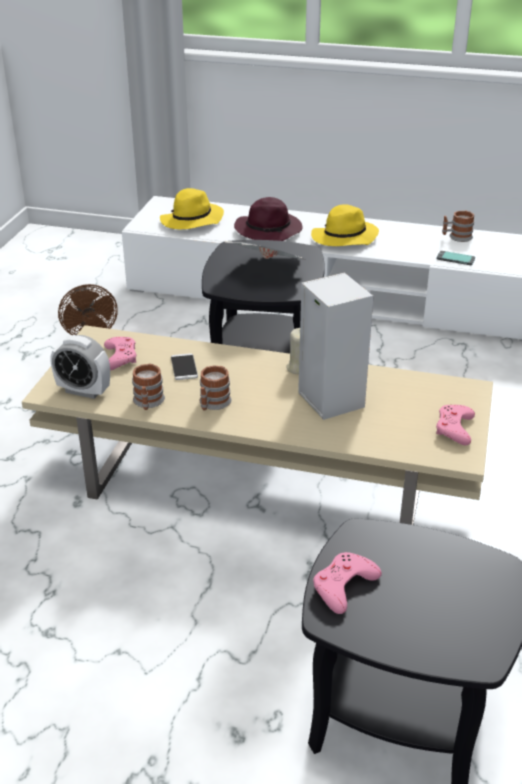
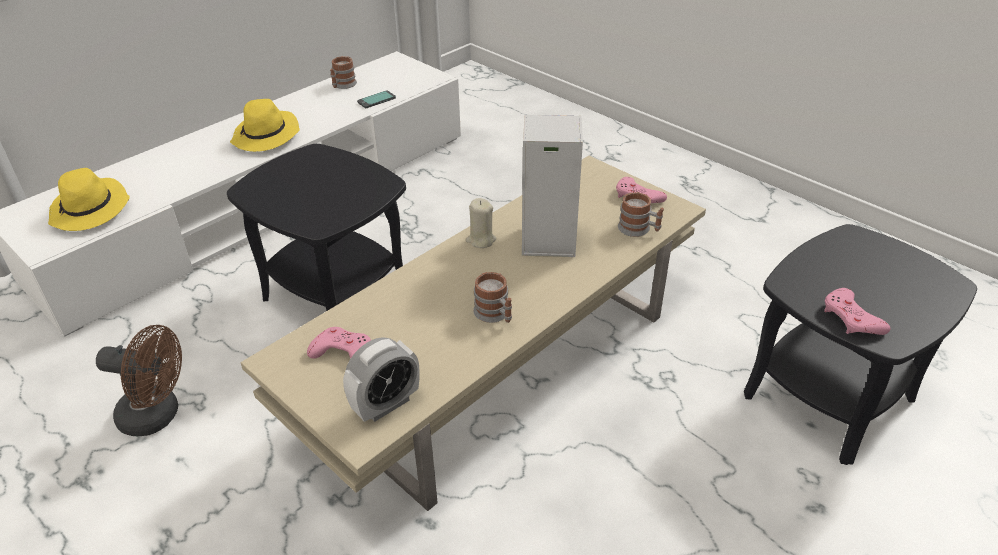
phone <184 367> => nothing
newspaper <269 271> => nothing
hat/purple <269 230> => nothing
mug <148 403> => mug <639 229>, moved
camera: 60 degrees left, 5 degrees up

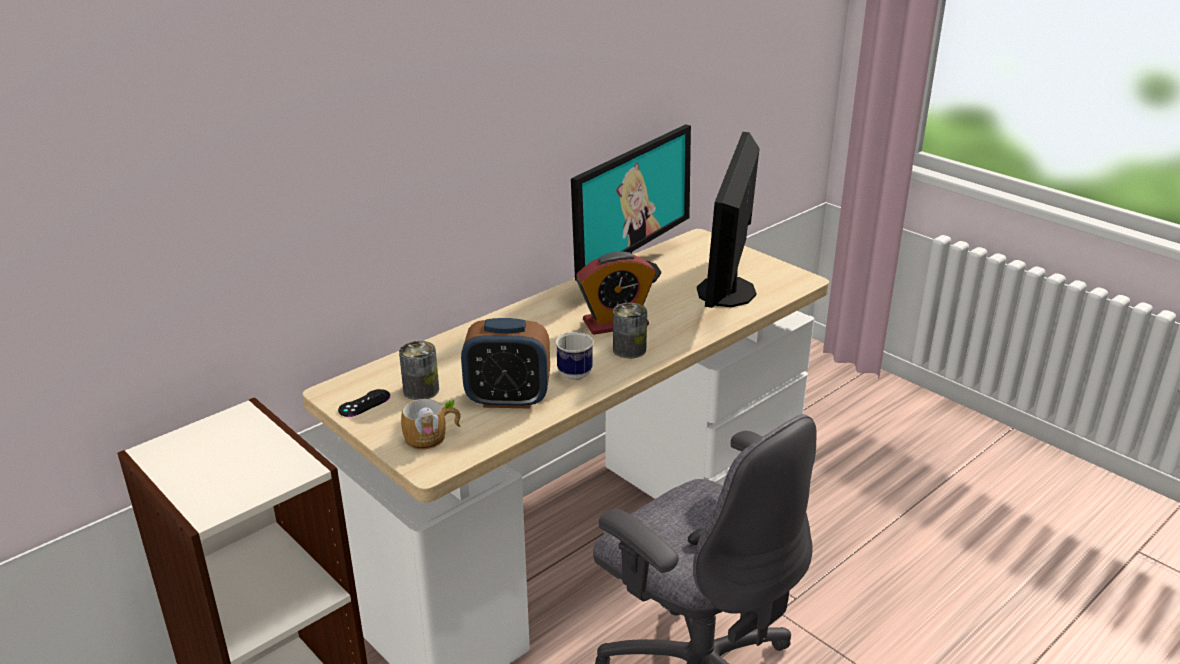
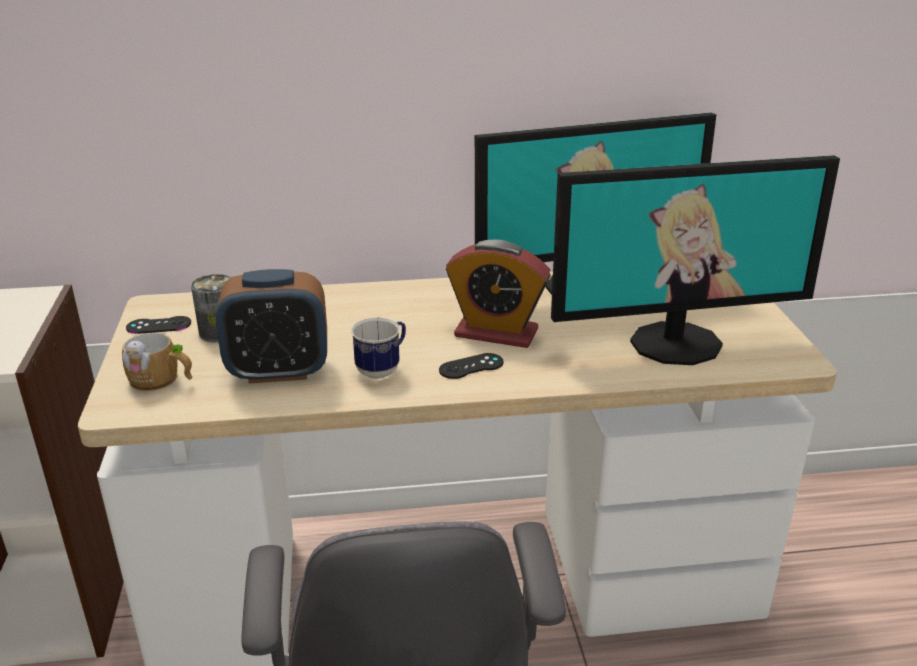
can <629 349> => game controller/black <471 366>
alarm clock <508 399> => alarm clock <278 371>, 45 degrees counterclockwise
monitor <727 292> => monitor <675 342>, 150 degrees counterclockwise
camera: 35 degrees right, 0 degrees up

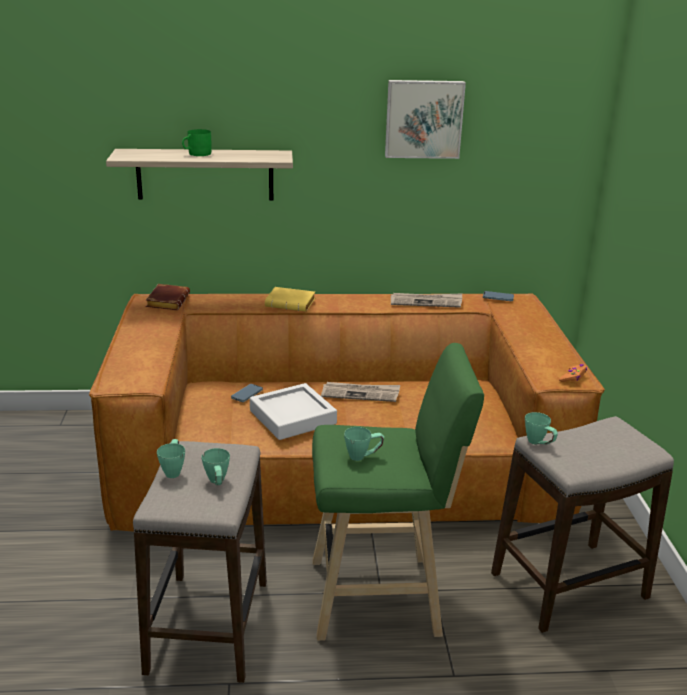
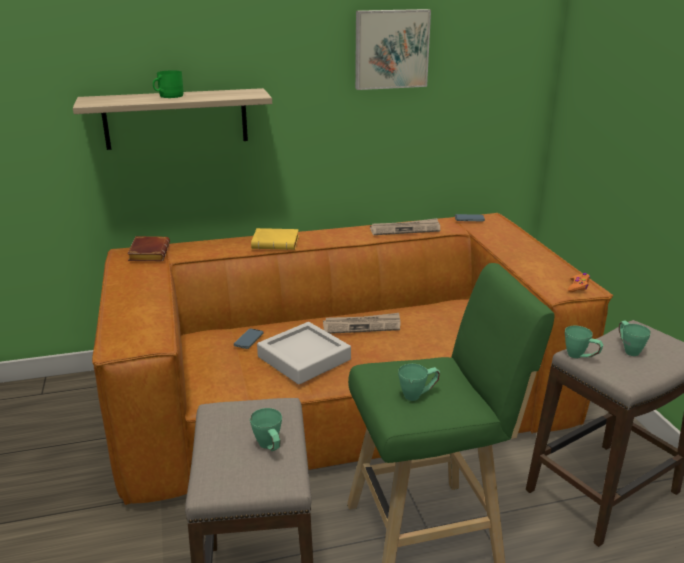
mug/green <173 470> => mug/green <628 349>, moved
camera: 10 degrees left, 0 degrees up

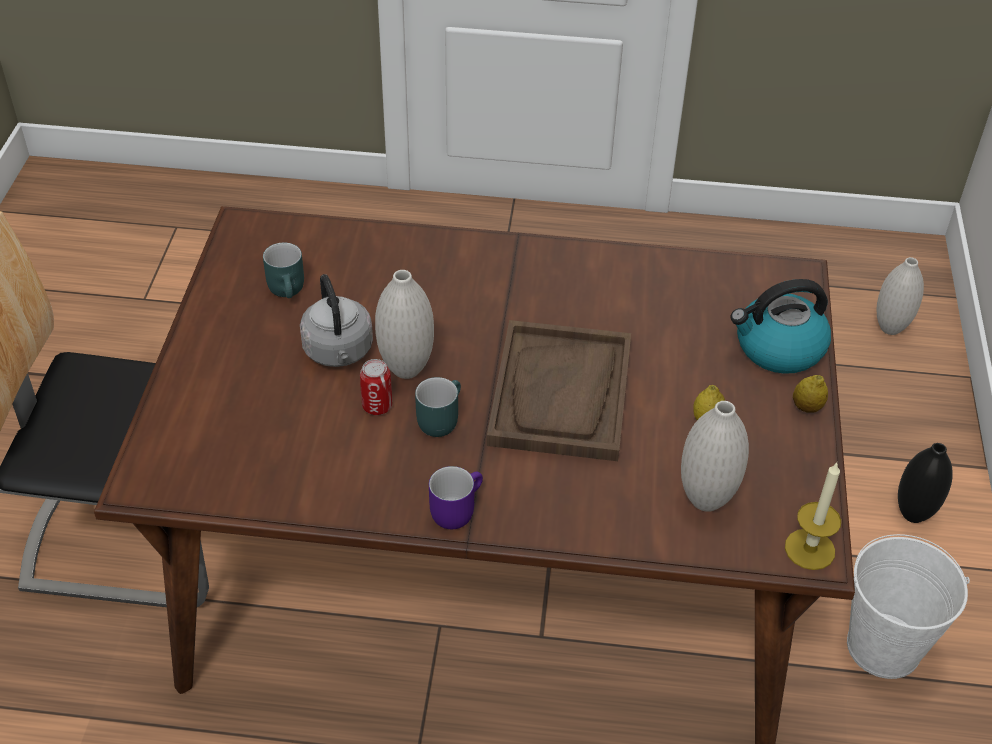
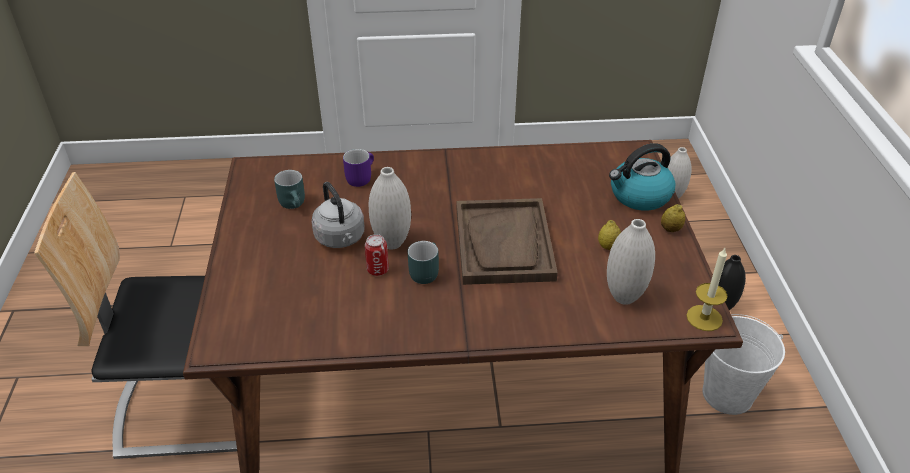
mug/purple <455 508> => mug/purple <359 177>, moved
camera: 10 degrees left, 5 degrees down

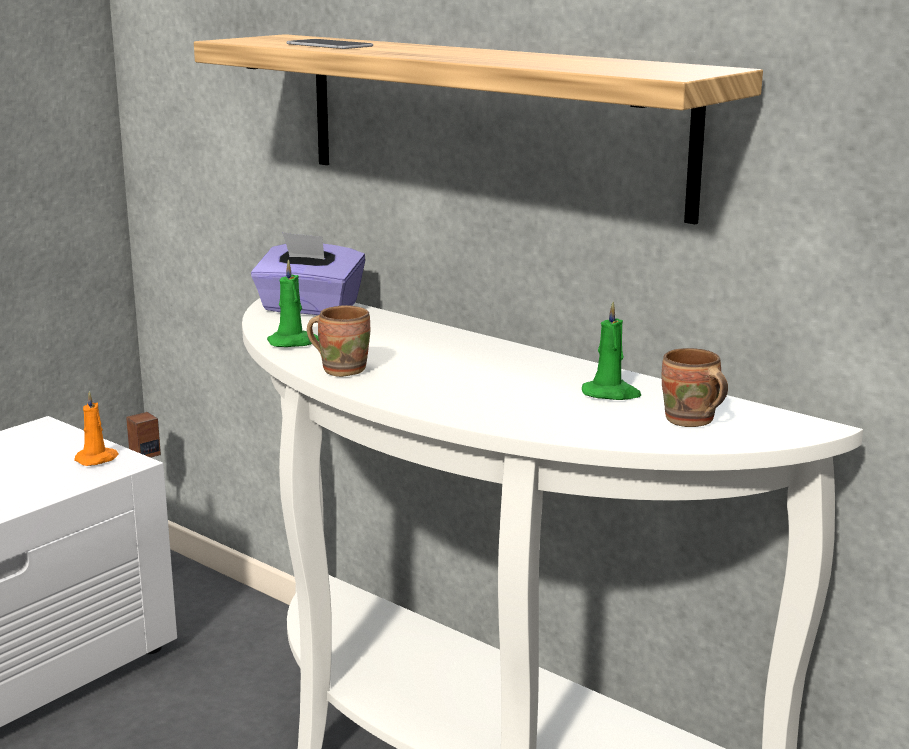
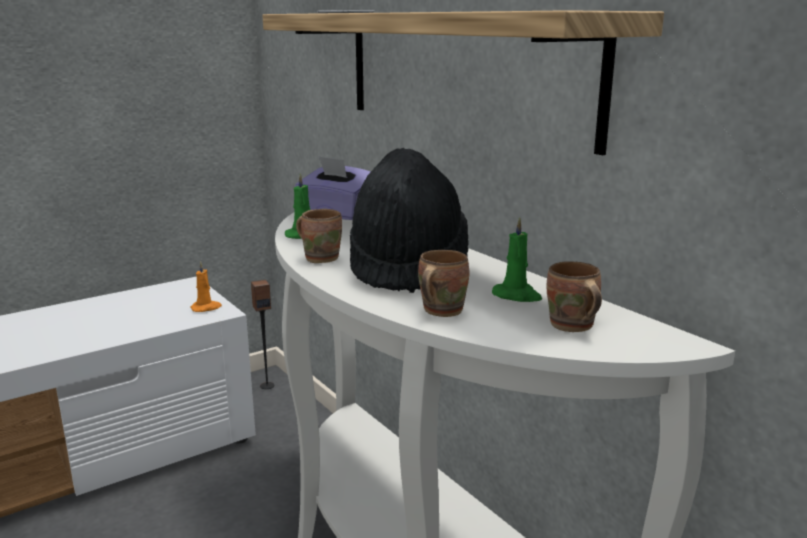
nothing => hat/black <408 267>
nothing => mug/brown <439 311>
camera: 15 degrees right, 0 degrees up

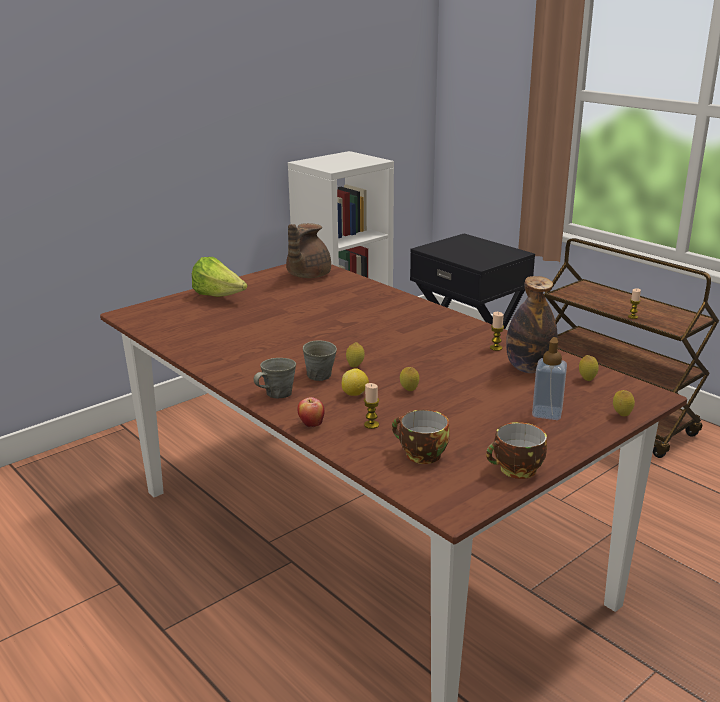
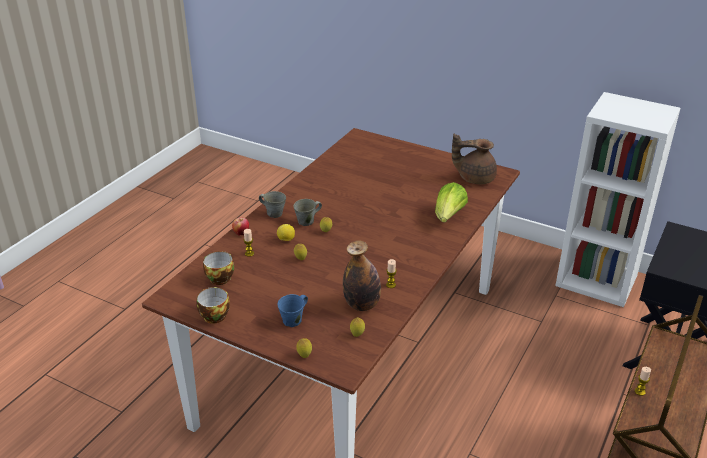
lettuce <219 296> => lettuce <448 216>, moved
soap dispenser <547 413> => mug/blue <293 320>
camera: 70 degrees right, 10 degrees up

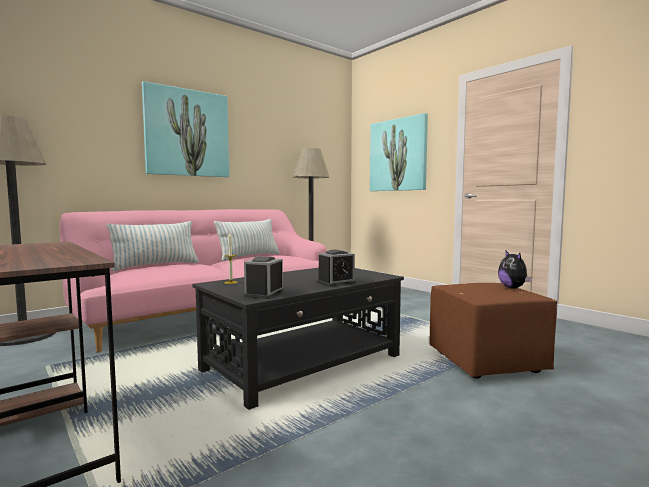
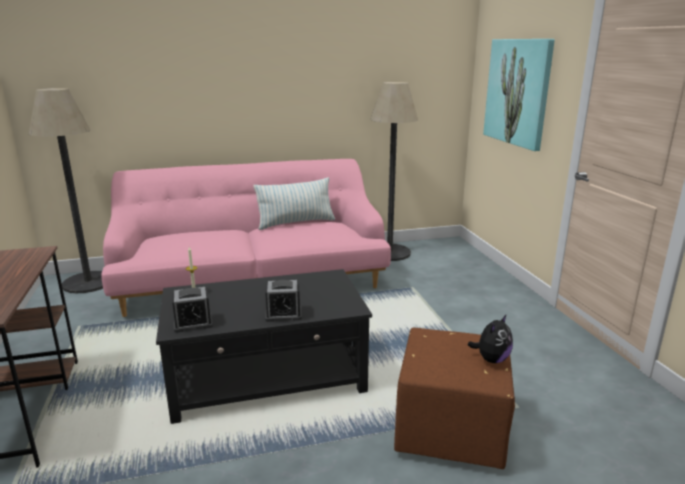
pillow <156 266> => nothing
picture <187 133> => nothing
alarm clock <264 293> => alarm clock <193 323>, 150 degrees counterclockwise
plush toy <513 288> => plush toy <491 359>, 150 degrees counterclockwise
camera: 25 degrees right, 15 degrees up

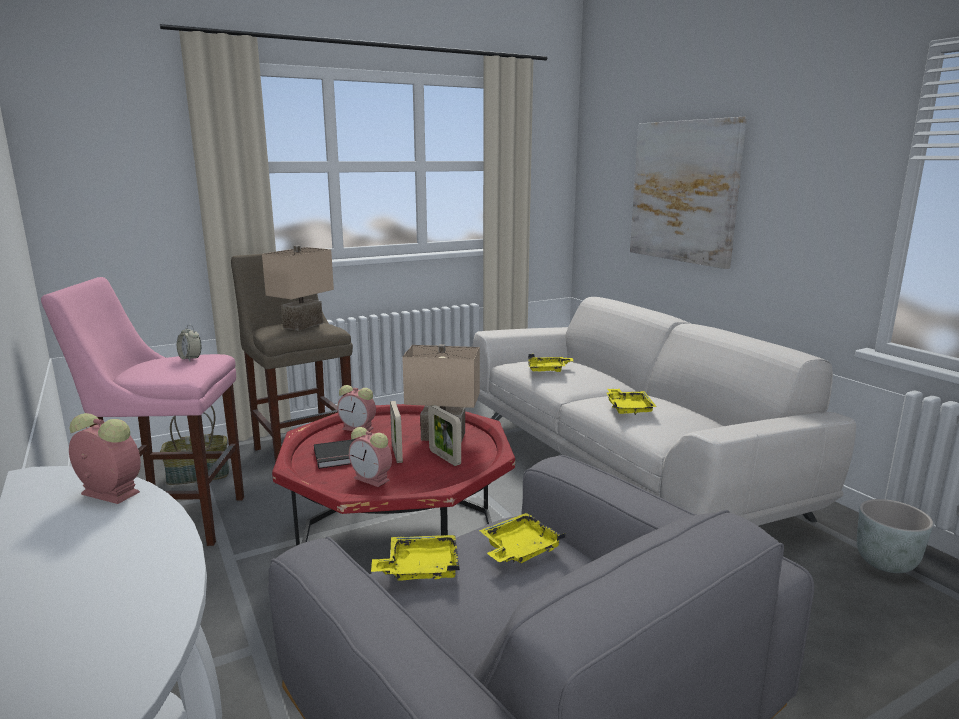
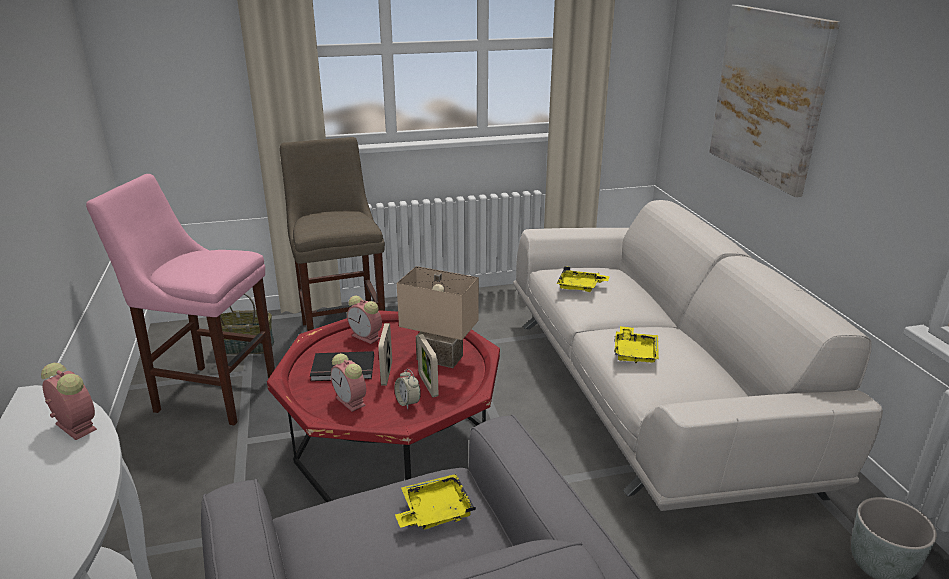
table lamp/beige <302 325> => nothing
tray/yellow <420 568> => nothing
alarm clock <190 359> => alarm clock <408 402>, moved
camera: 15 degrees right, 10 degrees up

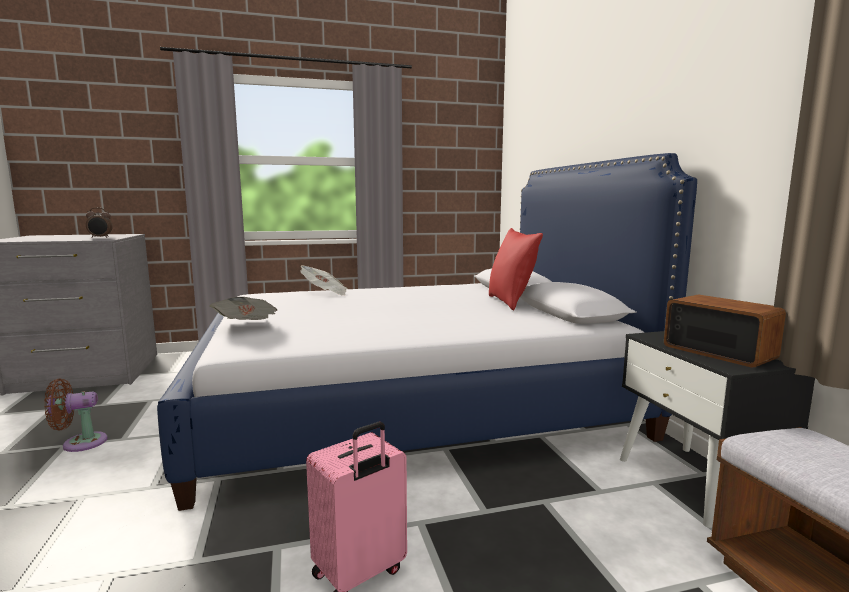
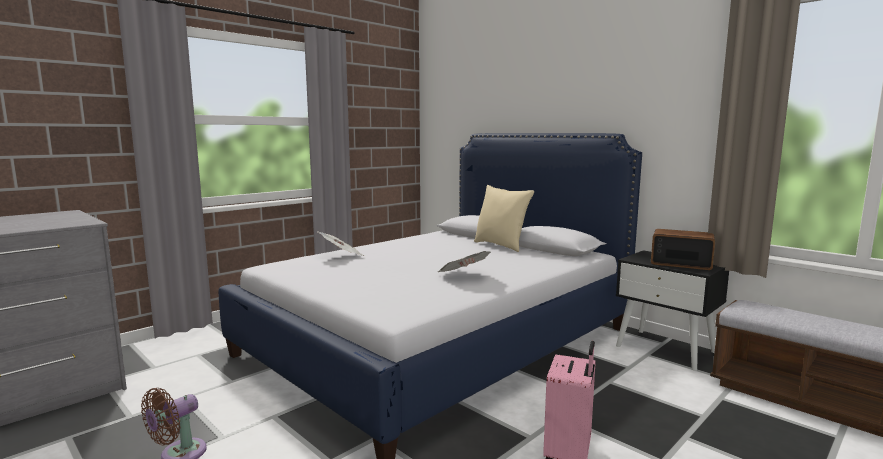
alarm clock <100 237> => nothing
newspaper <247 327> => newspaper <463 276>, moved
pillow/red <511 302> => pillow/beige <501 245>
camera: 30 degrees left, 0 degrees up

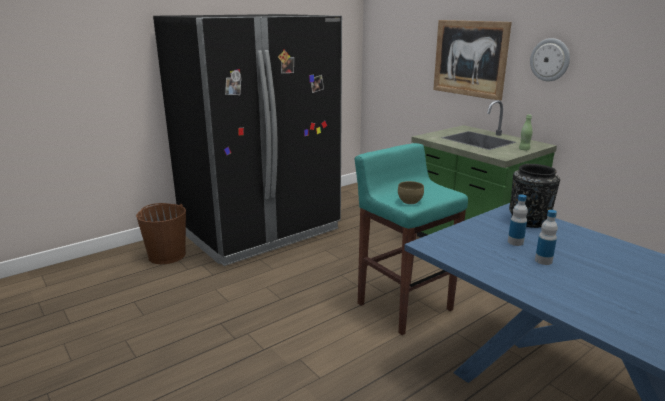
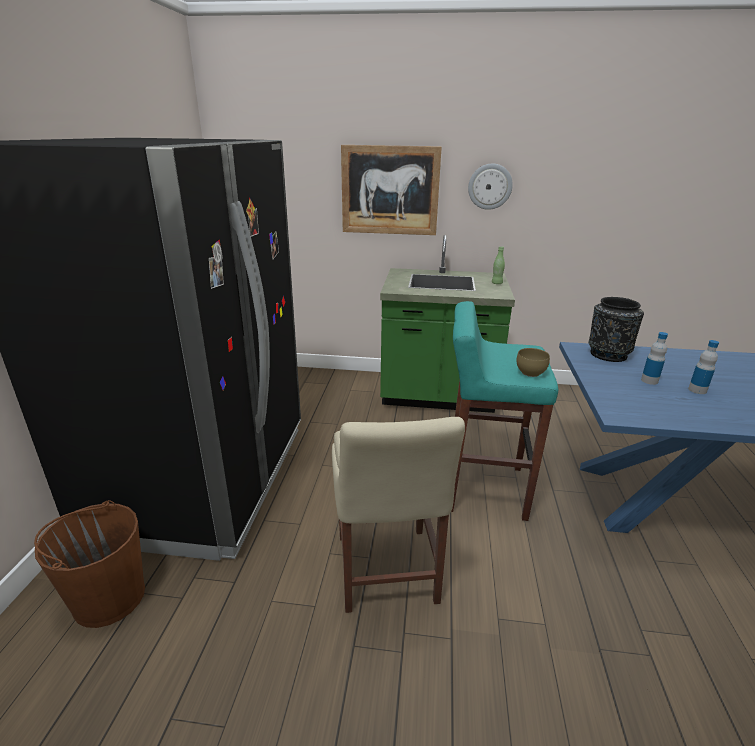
nothing => chair/beige <386 573>
camera: 45 degrees left, 5 degrees up

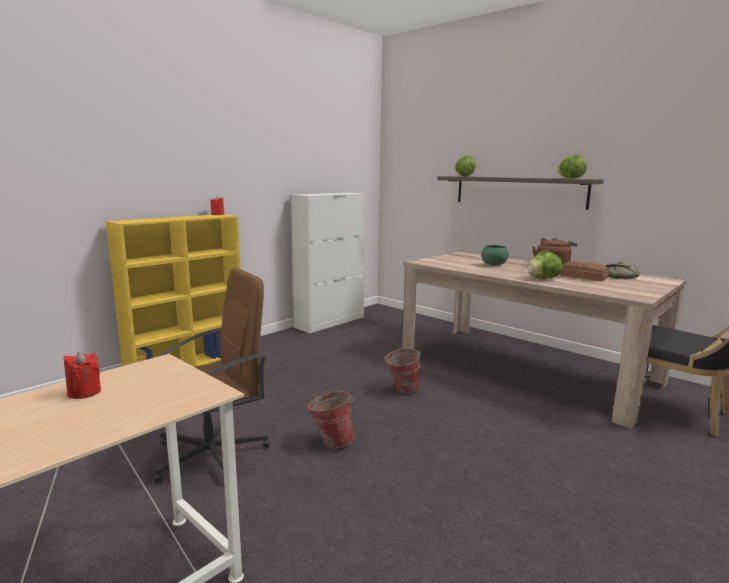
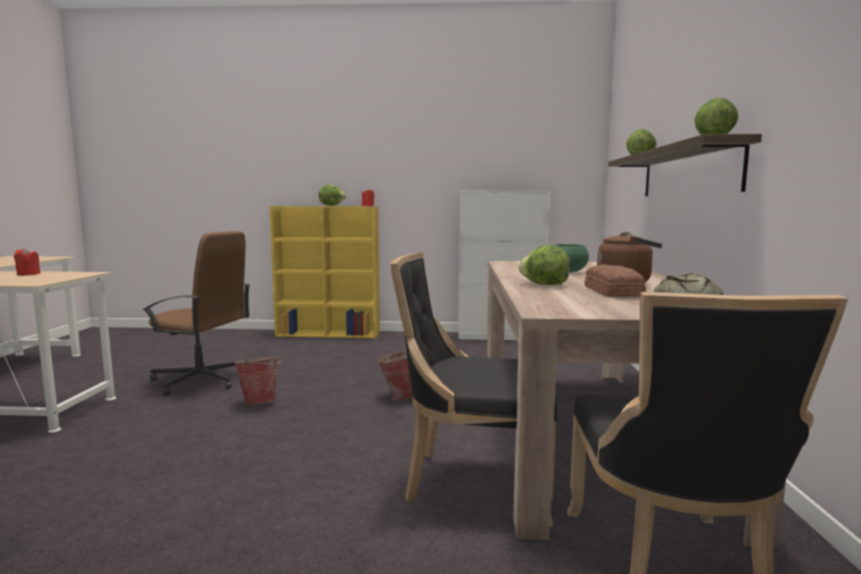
nothing => lettuce <331 205>
nothing => chair/black <474 481>
camera: 50 degrees right, 5 degrees down

